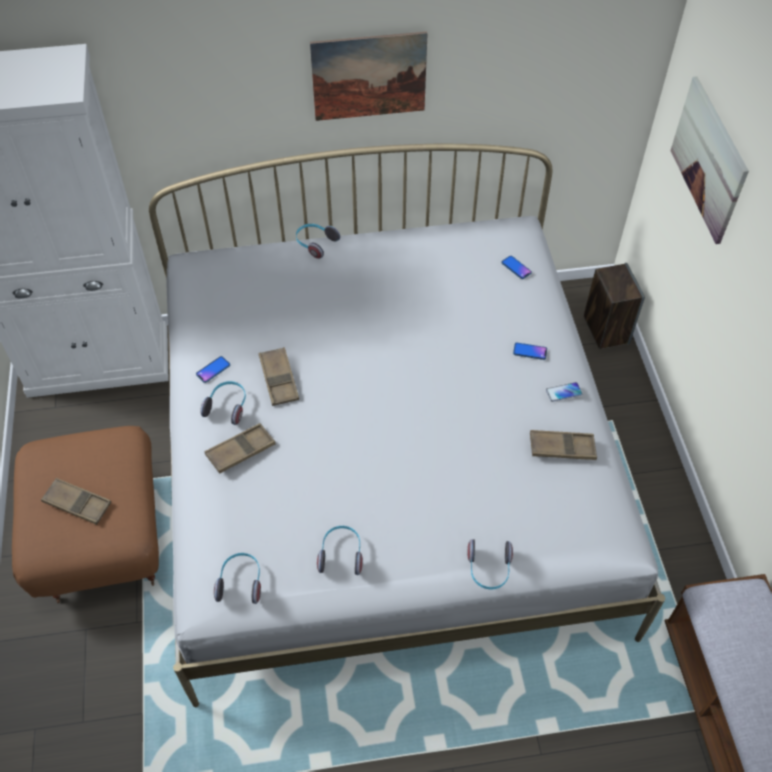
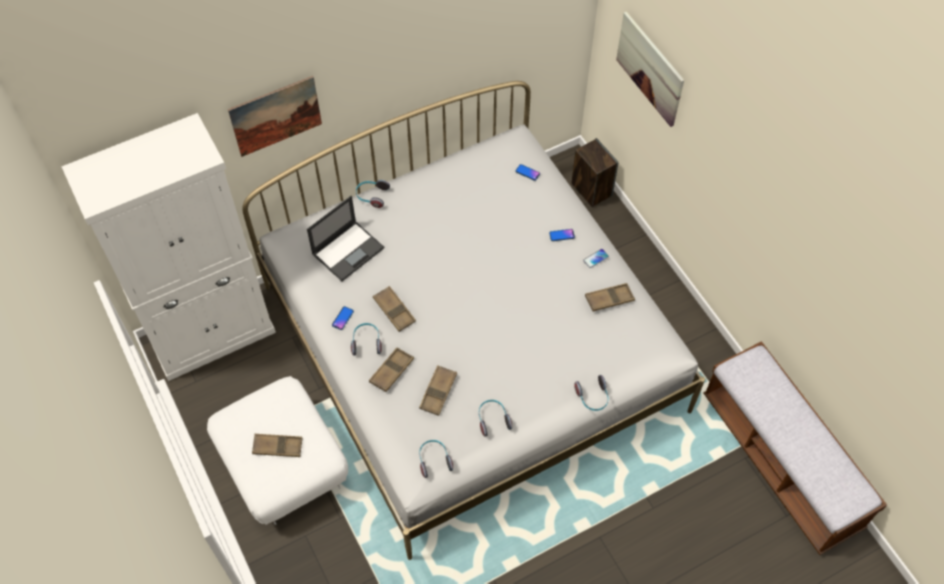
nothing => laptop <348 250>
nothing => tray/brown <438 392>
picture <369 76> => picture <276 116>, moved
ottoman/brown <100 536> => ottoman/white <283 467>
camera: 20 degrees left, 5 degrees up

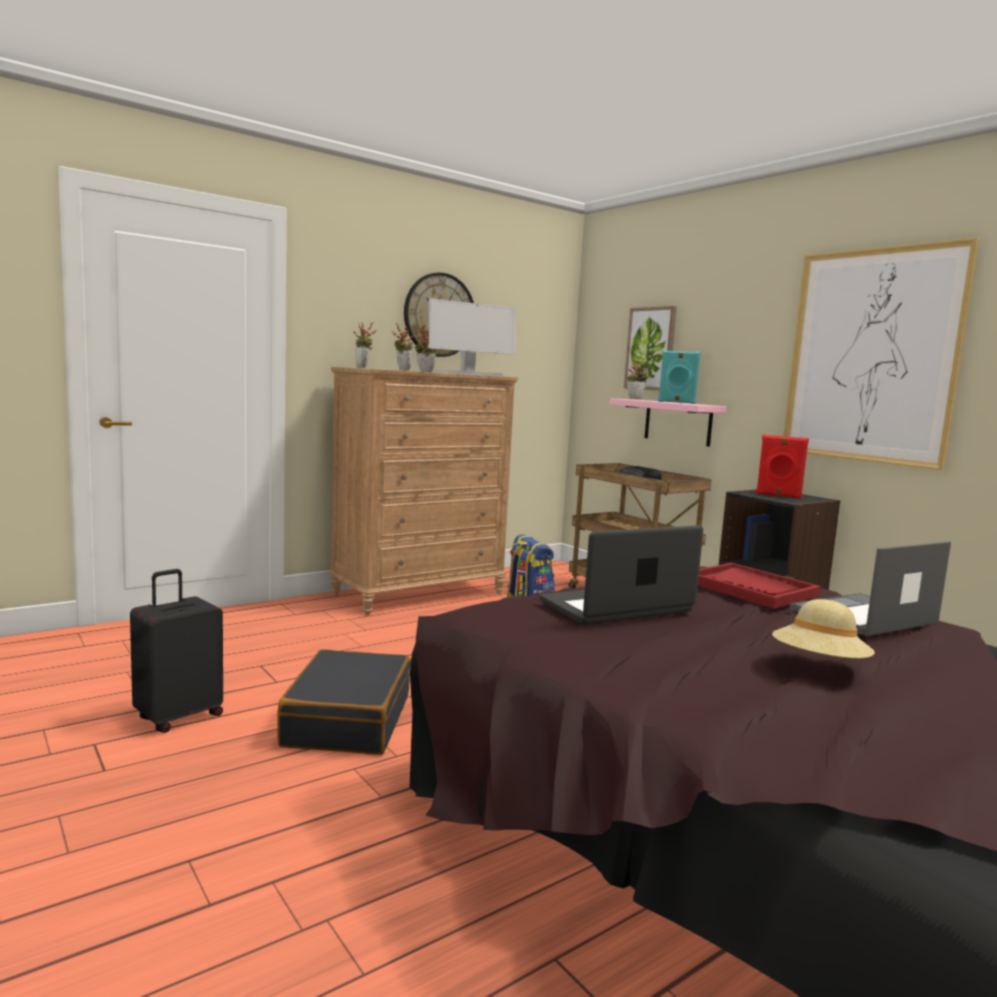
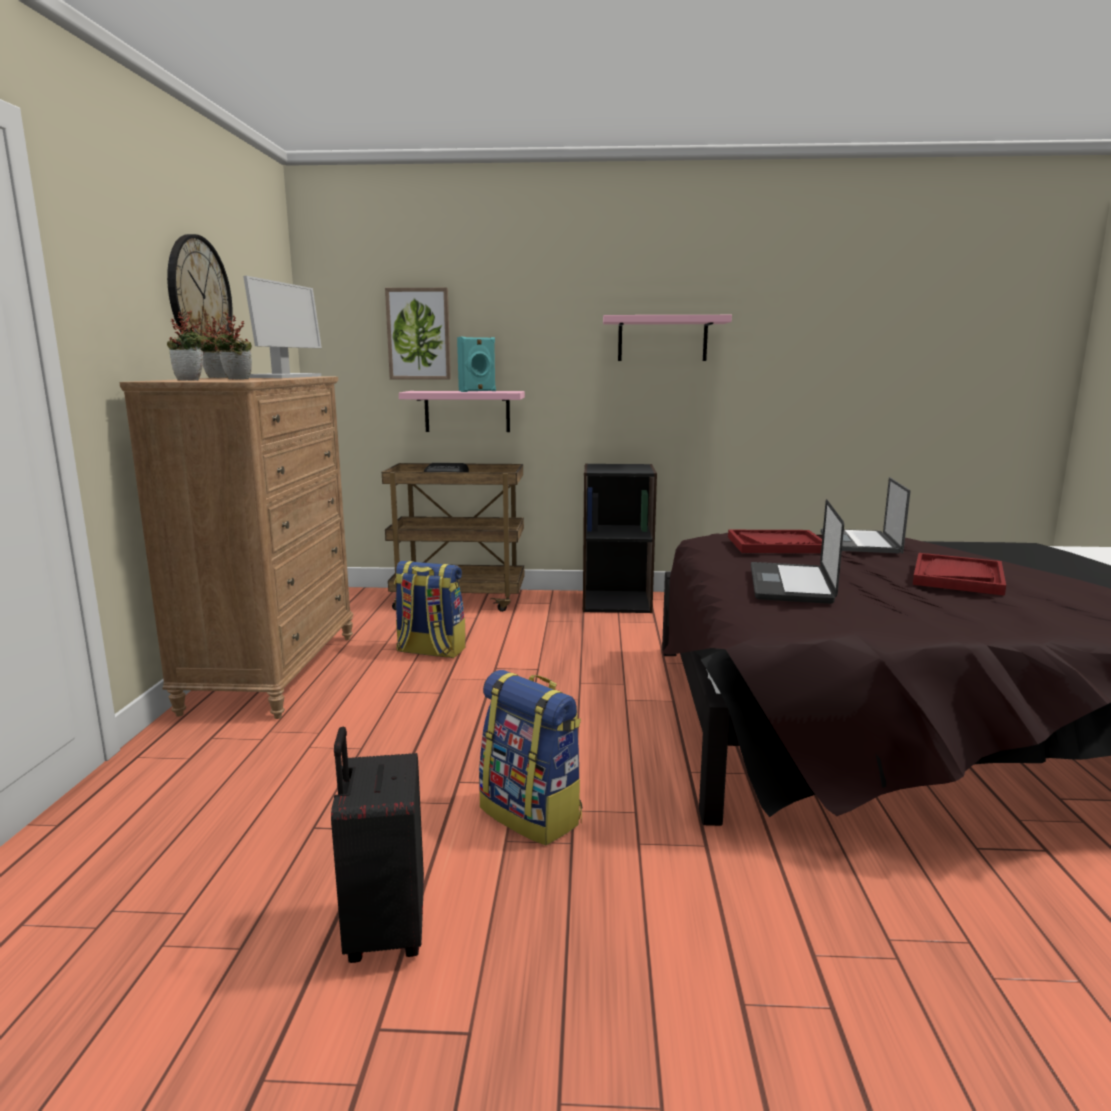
potted plant <635 399> => nothing
speaker/red <778 495> => nothing
suitcase/black <347 720> => backpack <532 815>
hat/beige <819 665> => tray/red <957 577>
picture <871 356> => shelf/pink <662 339>
camera: 50 degrees left, 5 degrees up

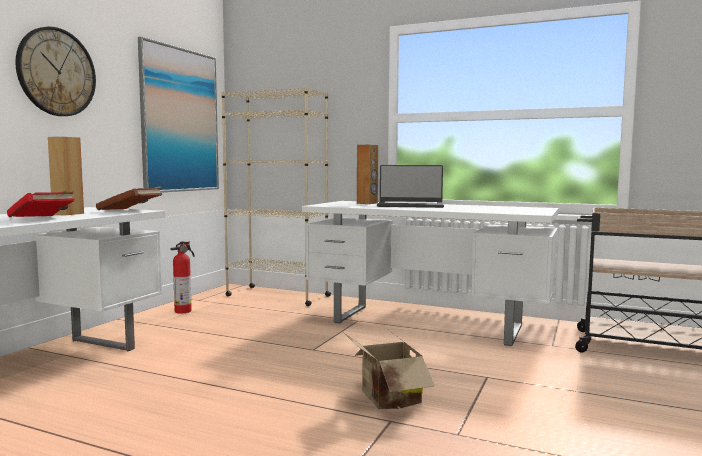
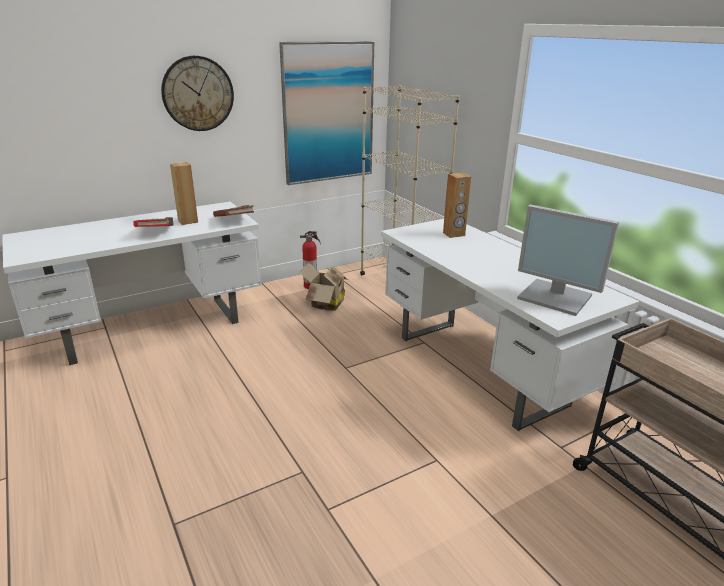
laptop <410 205> => nothing
nothing => monitor <556 297>
cardboard box <387 400> => cardboard box <324 304>, moved
camera: 35 degrees right, 20 degrees up

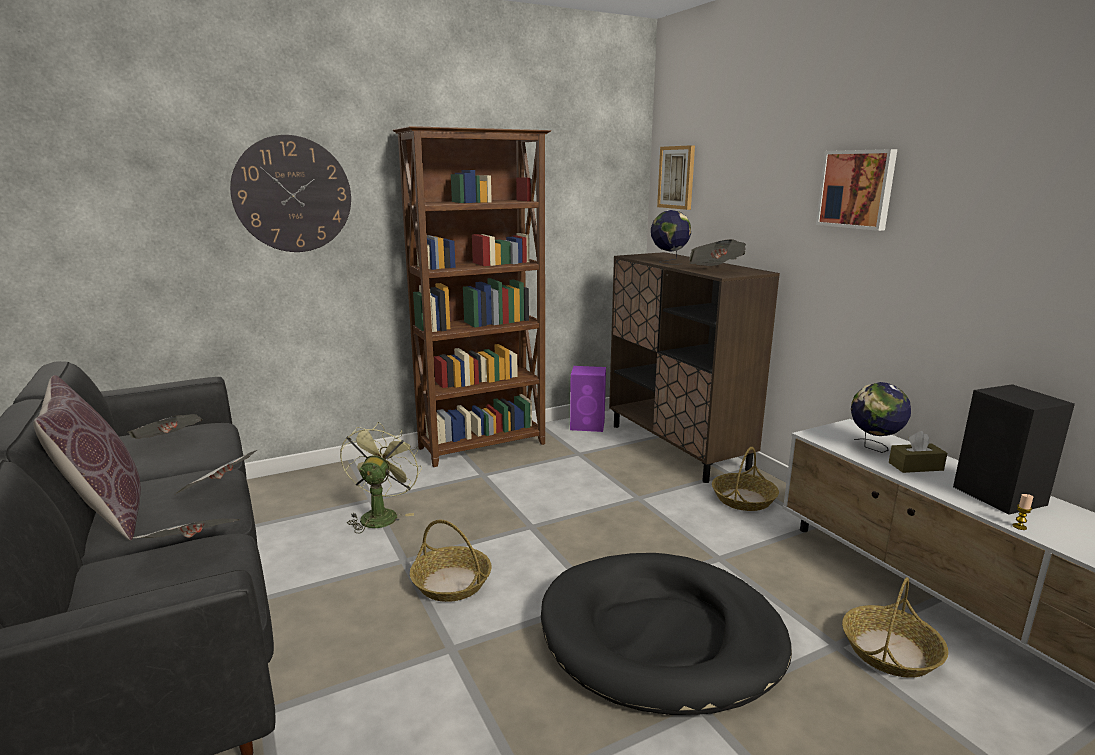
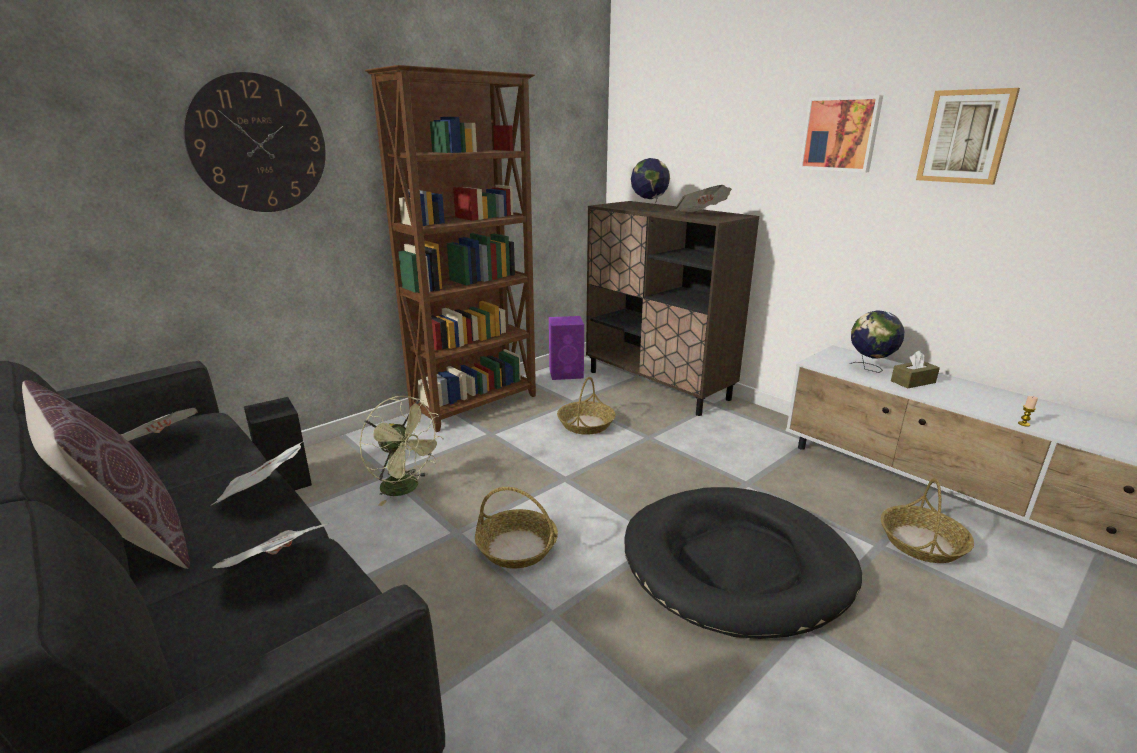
picture <677 177> => picture <965 137>, moved
basket <743 499> => basket <586 424>, moved
speaker/black <1001 496> => speaker/black <286 481>, moved
fan/green <381 515> => fan/green <406 489>, 135 degrees clockwise
camera: 15 degrees left, 5 degrees up

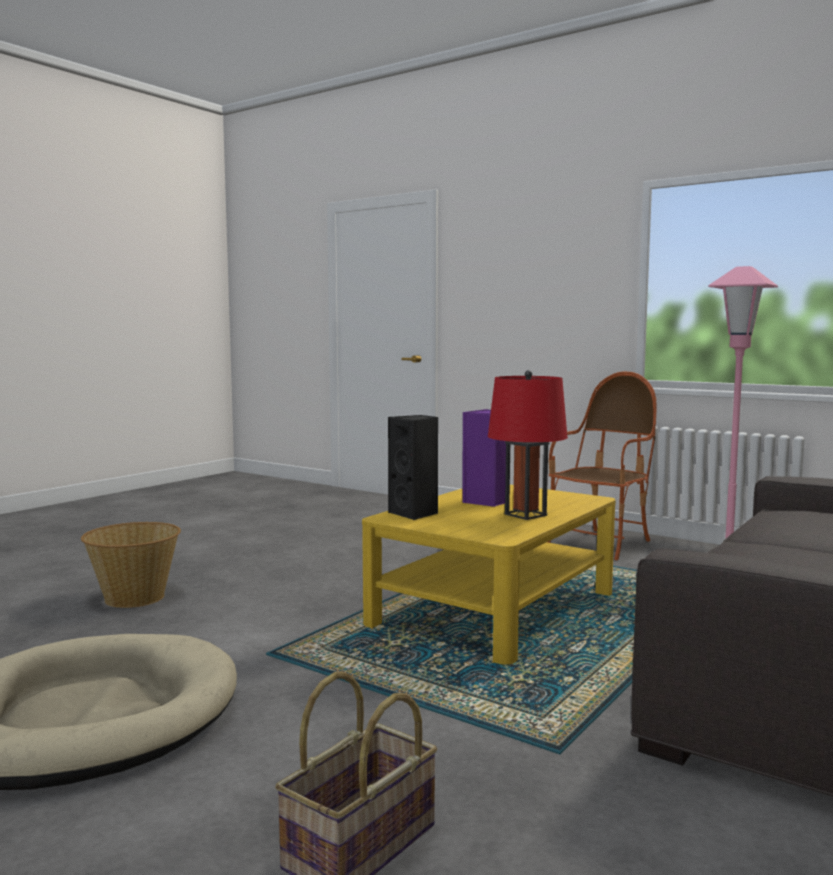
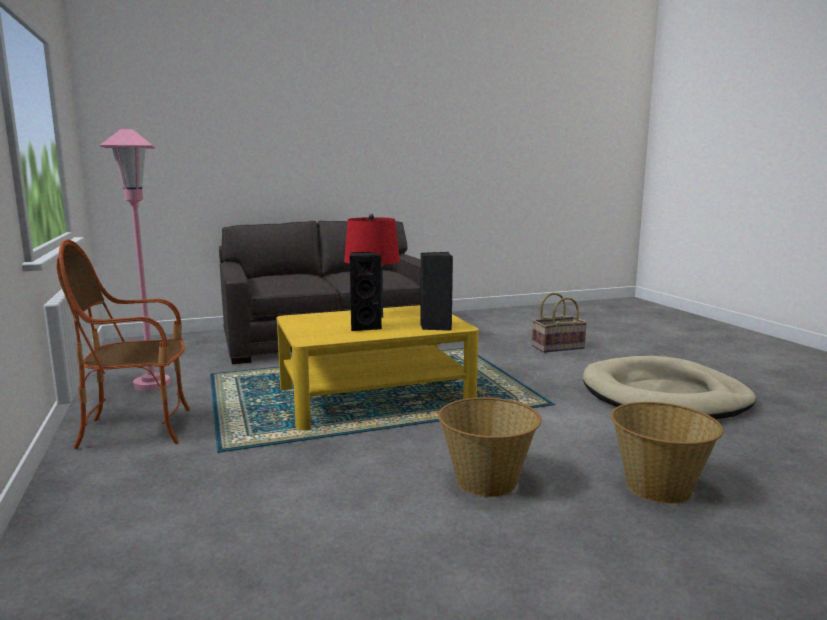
nothing => basket <487 482>
speaker/purple <486 502> => speaker/black <364 327>
camera: 145 degrees left, 5 degrees up

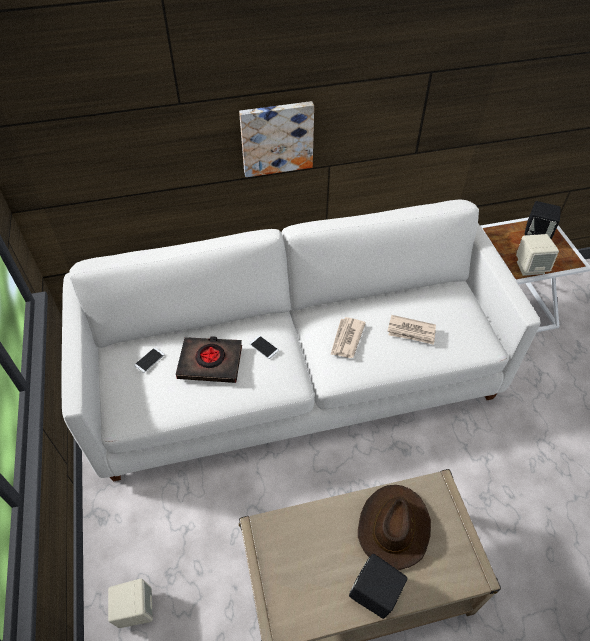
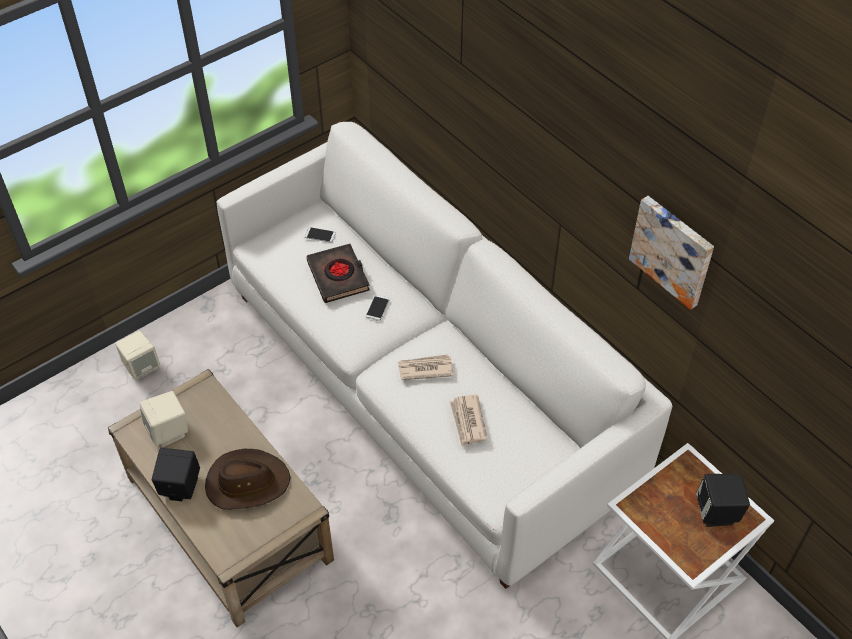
picture <276 138> => picture <673 250>, moved
speaker/beige <530 267> => speaker/beige <169 432>, moved
camera: 65 degrees right, 0 degrees up

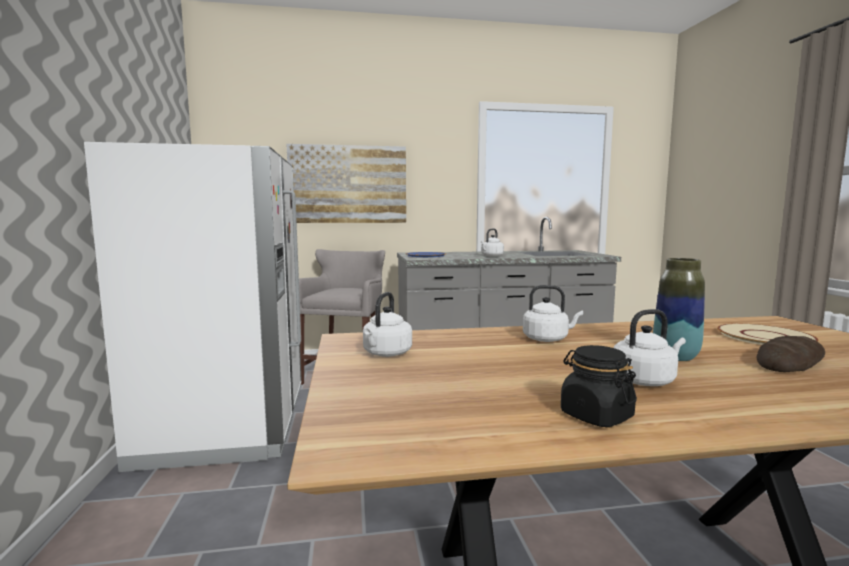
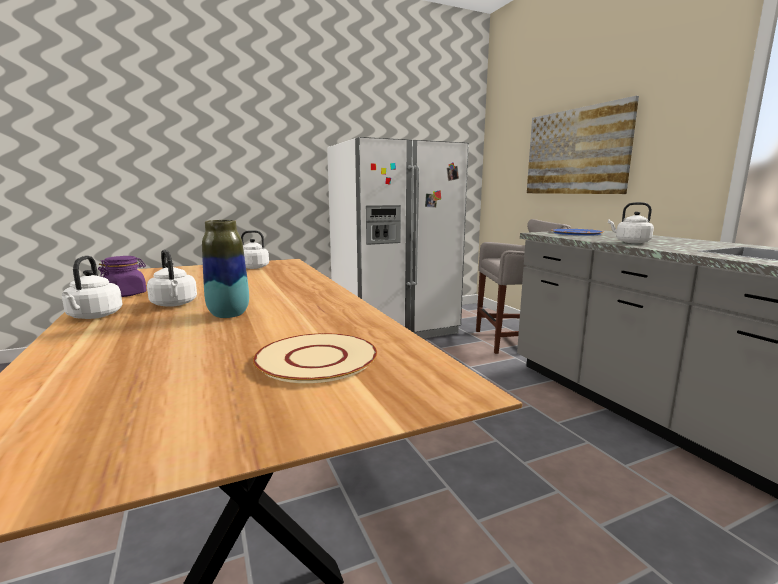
bread <789 361> => nothing
kettle/white <547 339> => kettle/white <93 316>, moved
jar/black <595 415> => jar/purple <125 294>
camera: 75 degrees right, 5 degrees up

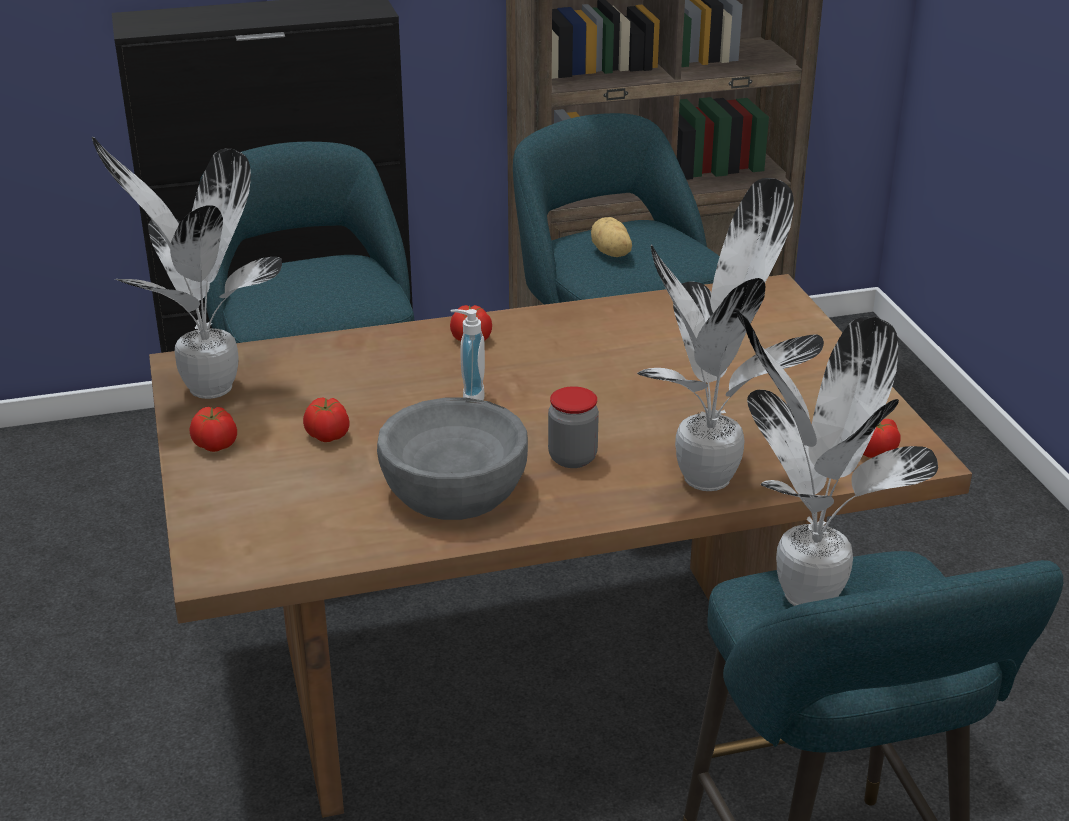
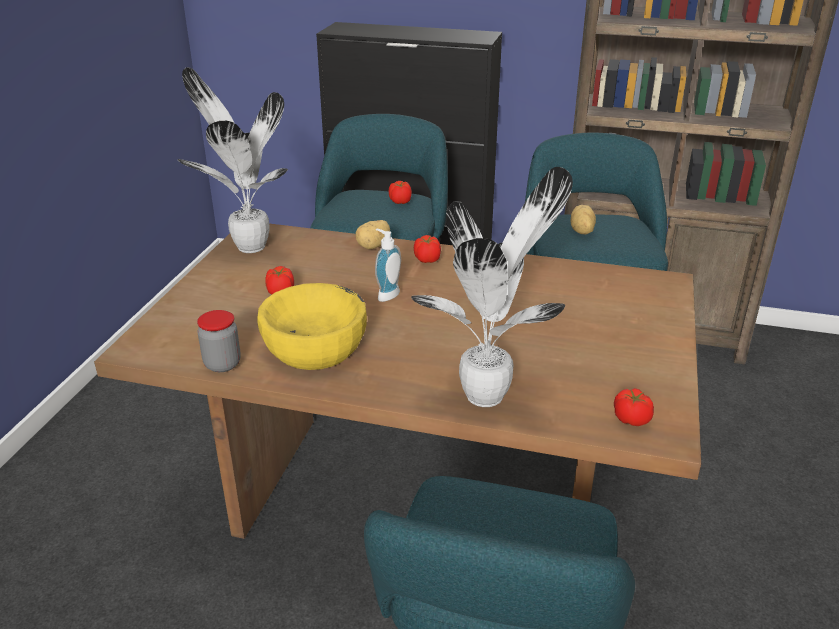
potted plant <803 595> => nothing
nothing => potato <374 246>
tomato <215 446> => tomato <400 202>, moved
jar <572 458> => jar <222 364>, moved
bowl/grey <453 489> => bowl/yellow <315 347>
camera: 30 degrees right, 0 degrees up

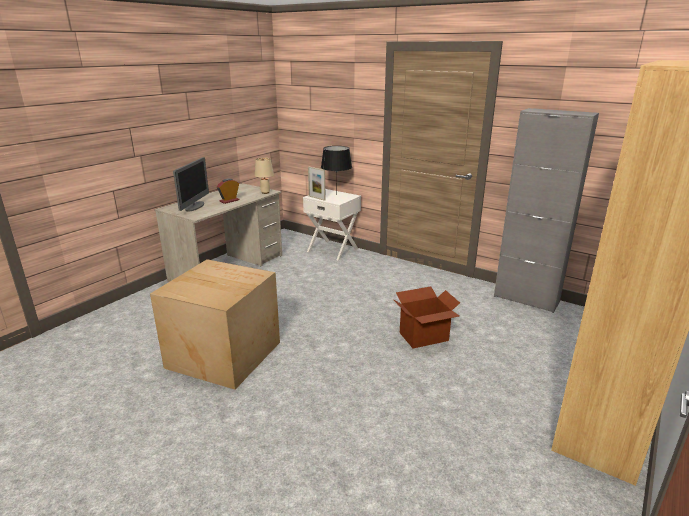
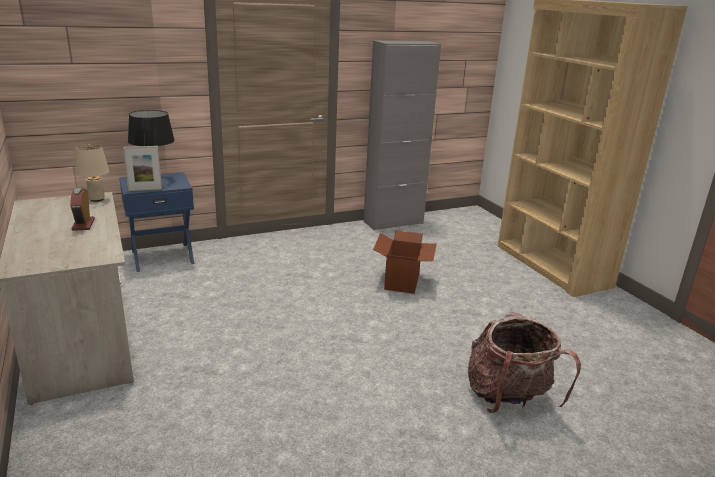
cardboard box <224 353> => nothing
monitor <195 206> => nothing
nothing => backpack <508 398>
nightstand/white <333 249> => nightstand/blue <162 256>
camera: 60 degrees left, 0 degrees up

